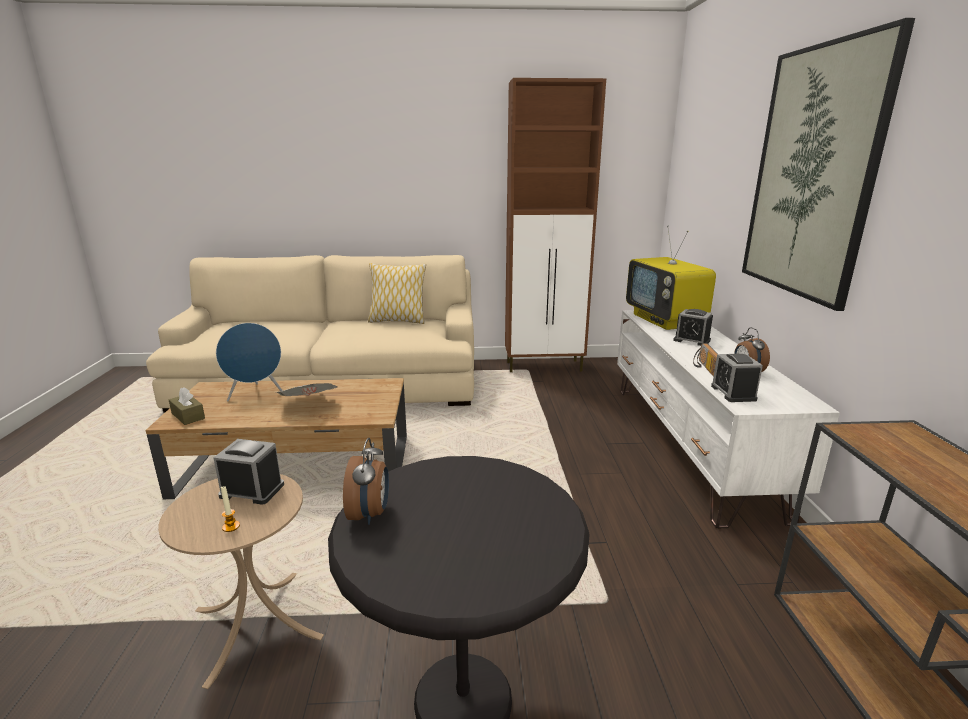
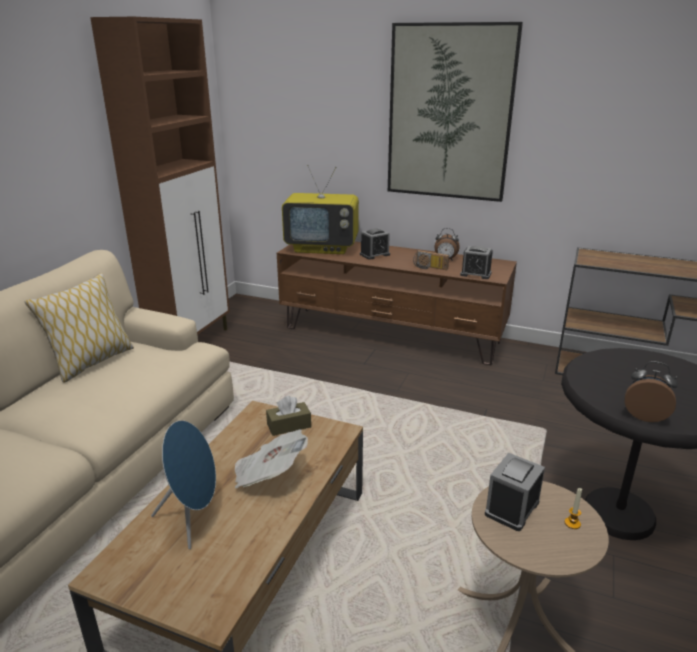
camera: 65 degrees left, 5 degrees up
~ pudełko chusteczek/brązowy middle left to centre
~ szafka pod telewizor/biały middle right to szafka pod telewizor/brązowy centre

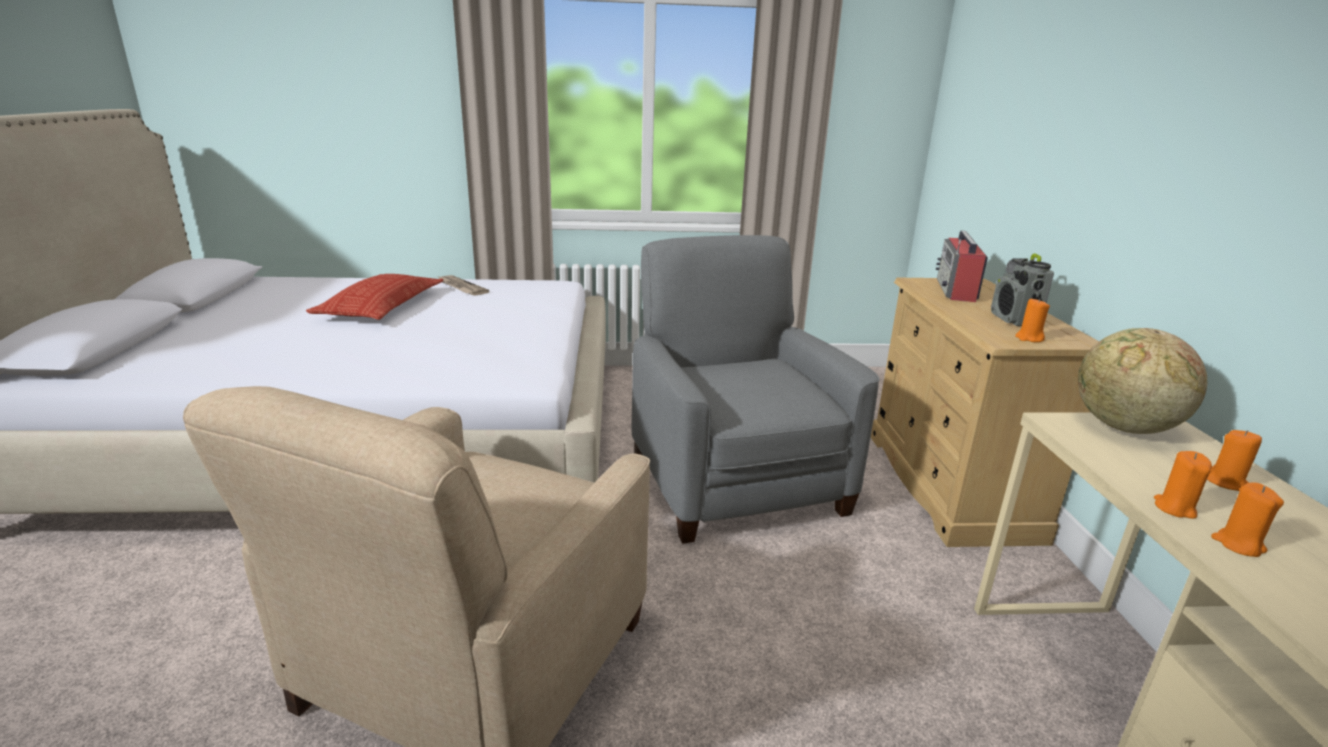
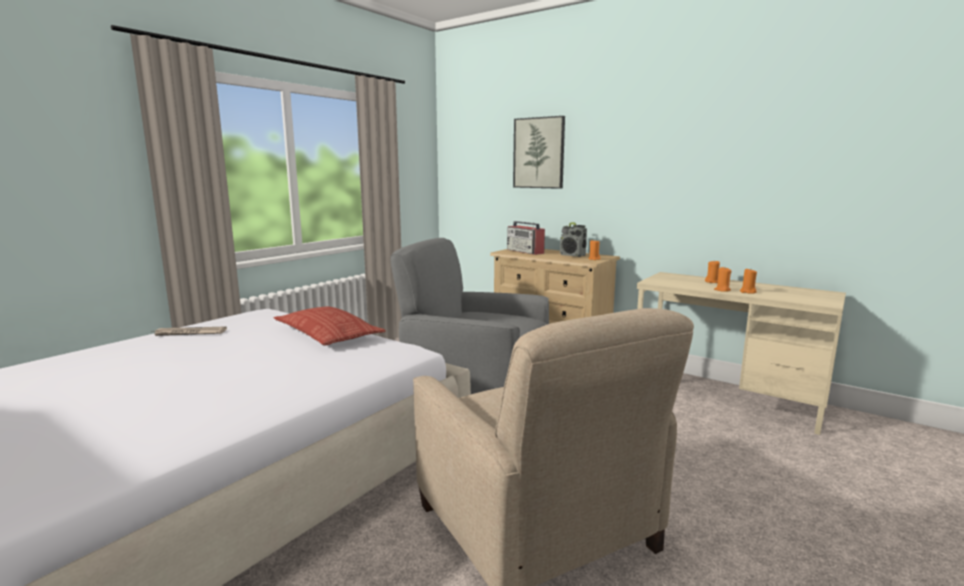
camera: 50 degrees left, 10 degrees down
~ poduszka middle left to centre
- globus middle right
+ obraz top centre

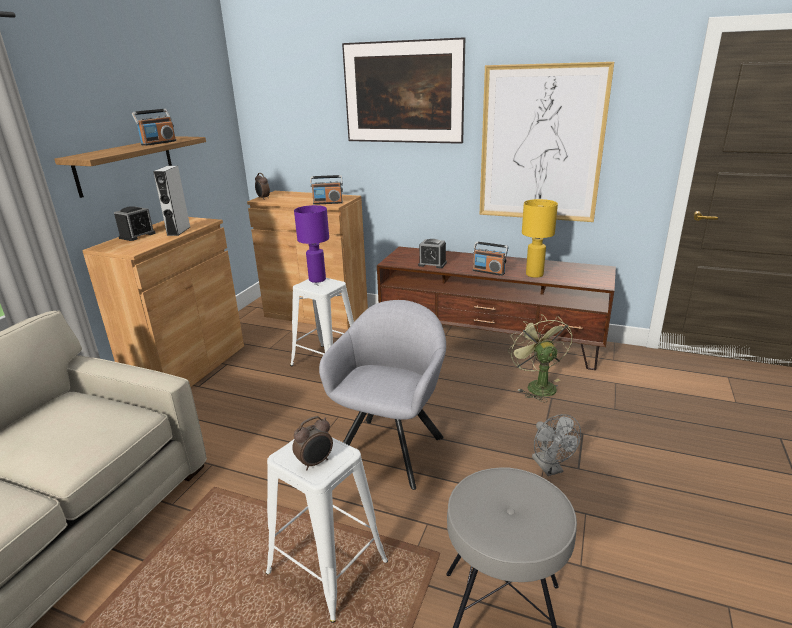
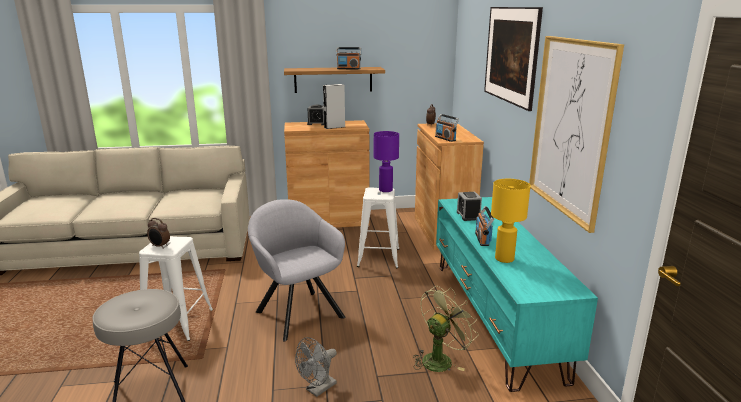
camera: 60 degrees right, 5 degrees down
~ fotel/szary centre = bottom centre 120 degrees counterclockwise
~ szafka pod telewizor/brązowy centre to szafka pod telewizor/turkusowy bottom right

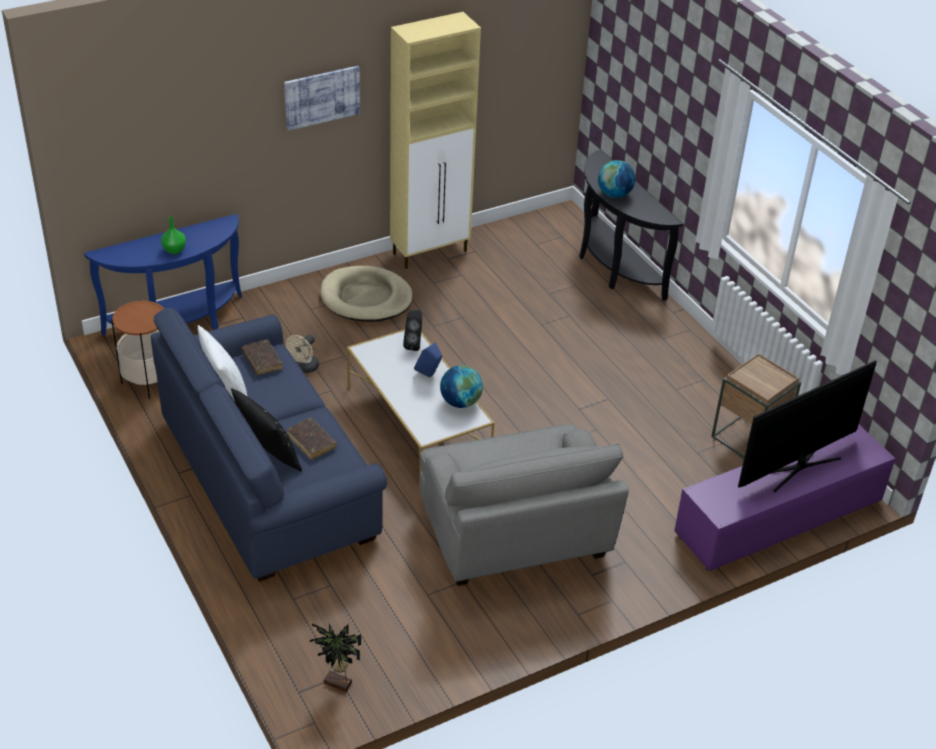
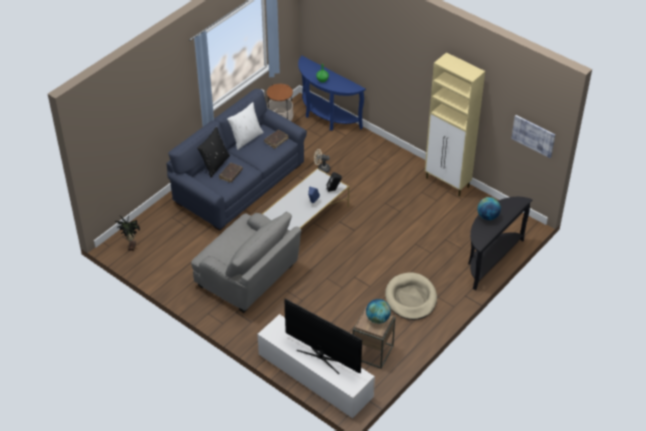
camera: 70 degrees right, 5 degrees up
~ obraz top centre to top right
~ legowisko/beżowy centre to bottom centre
~ fotel/szary bottom centre = centre 105 degrees counterclockwise
~ globus (1st from left) centre to bottom centre
~ szafka pod telewizor/fioletowy middle right to szafka pod telewizor/biały bottom centre

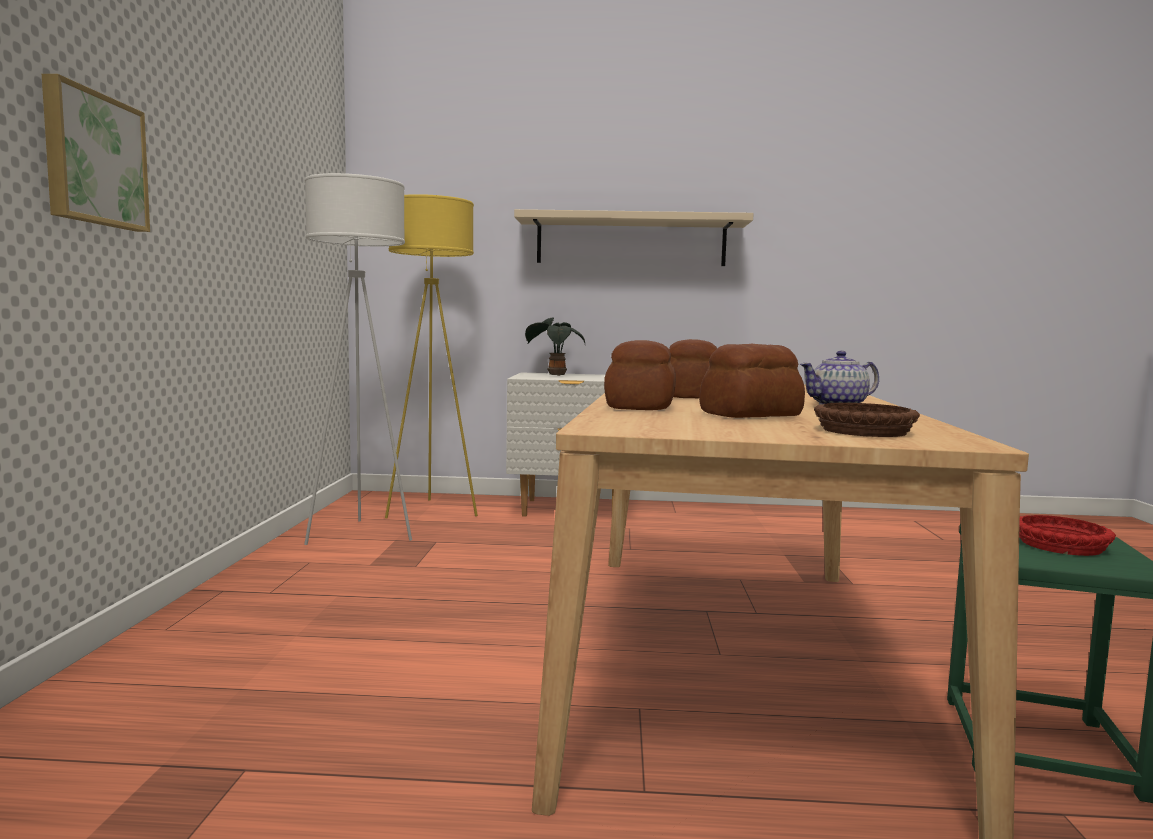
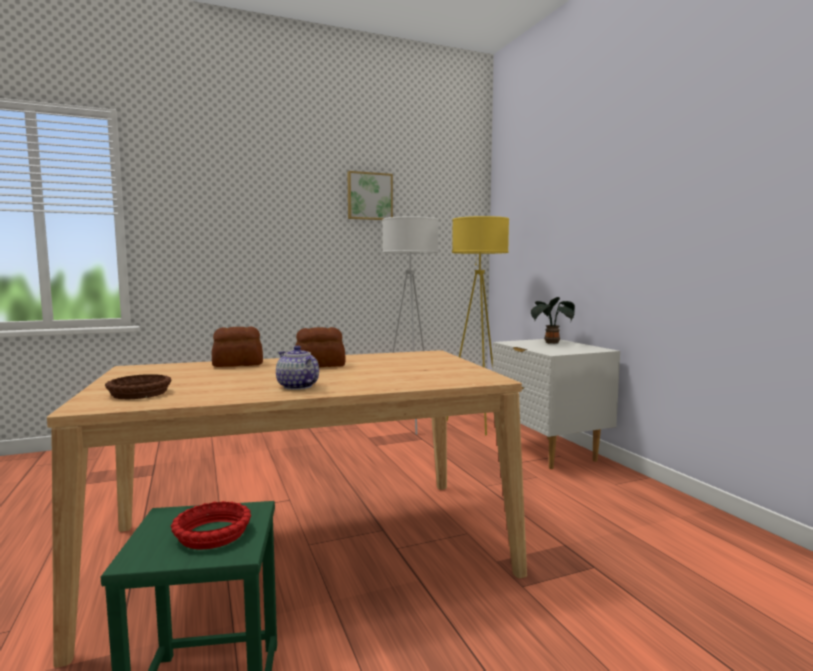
camera: 65 degrees right, 0 degrees up
~ obraz top left to top centre
- półka/beżowy top centre
- chleb (3rd from left) centre

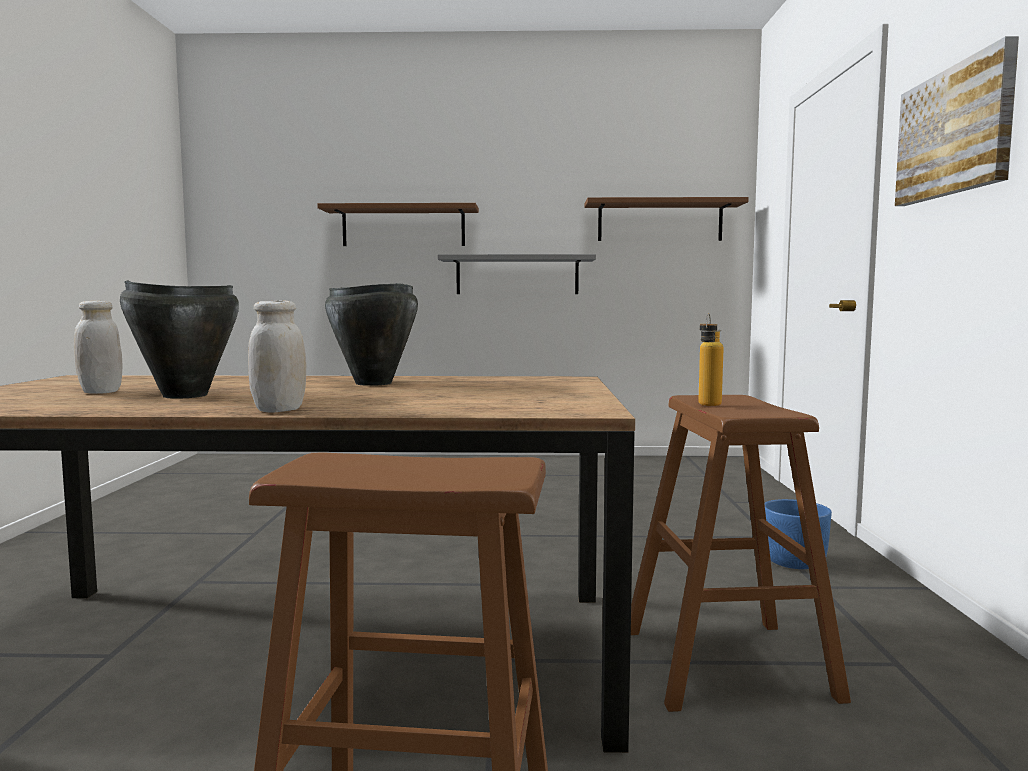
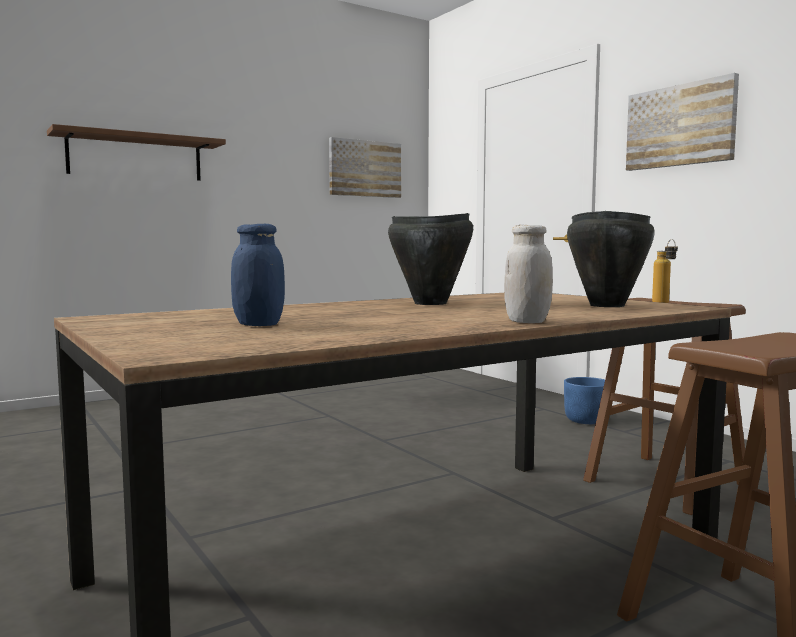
camera: 35 degrees left, 0 degrees up
~ słoik/biały (1st from left) middle left to słoik/niebieski middle left
~ garnek/czarny (1st from left in the first image) middle left to garnek/czarny (2nd from left) middle right
- półka/szary centre
~ półka/brązowy (2nd from left) top centre to obraz (1st from left) top centre

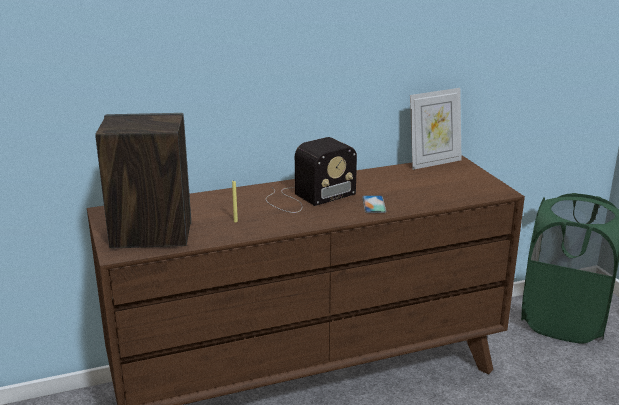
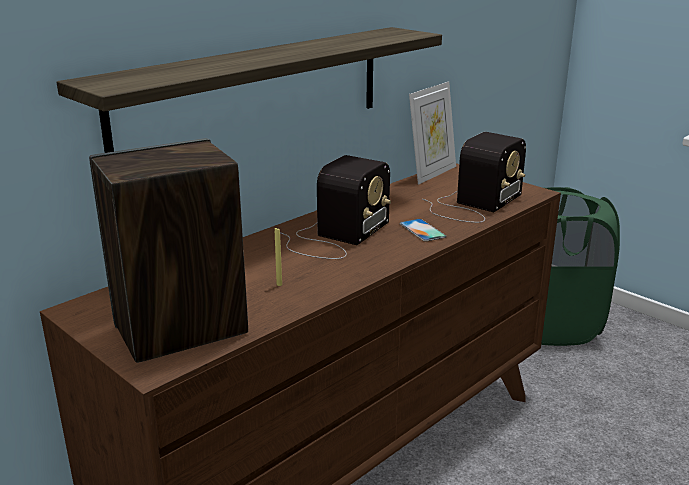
camera: 25 degrees left, 0 degrees up
+ półka top centre
+ radio (2nd from left) middle right

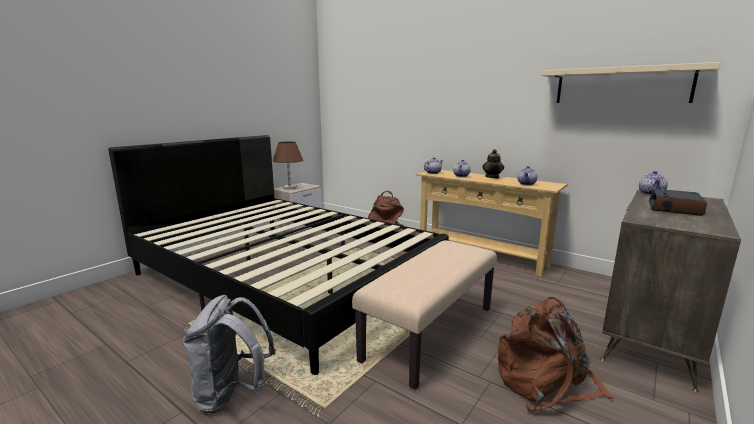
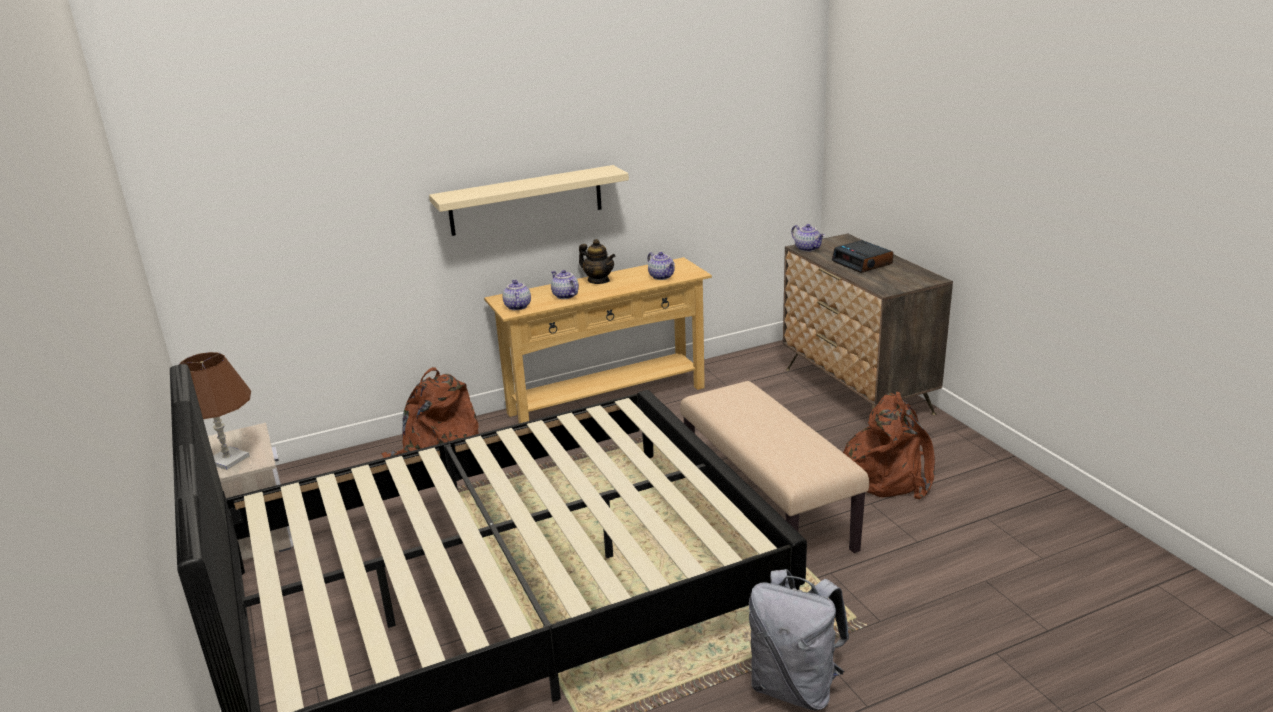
camera: 60 degrees left, 10 degrees up
~ półka/beżowy top right to top centre

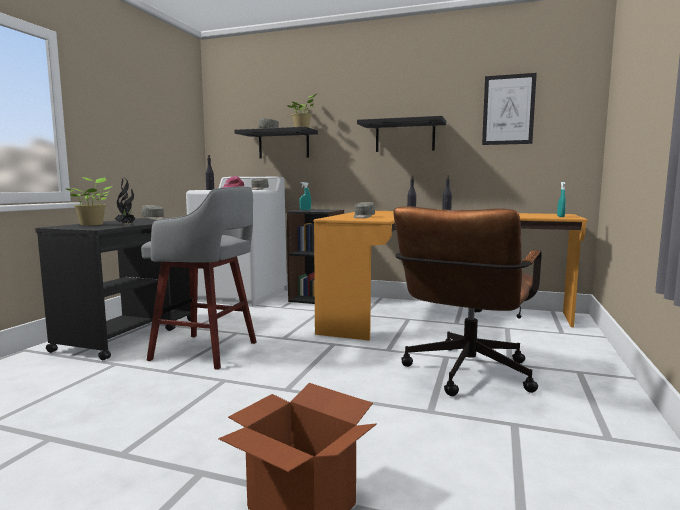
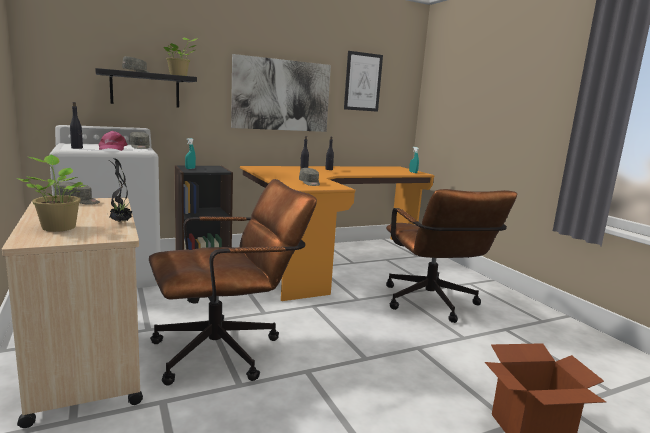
camera: 45 degrees left, 5 degrees up
~ wózek/czarny middle left to wózek/beżowy bottom left
~ stołek/szary middle left to krzesło biurowe/brązowy (1st from left) centre
~ półka/czarny (2nd from left) top centre to obraz (1st from left) top centre

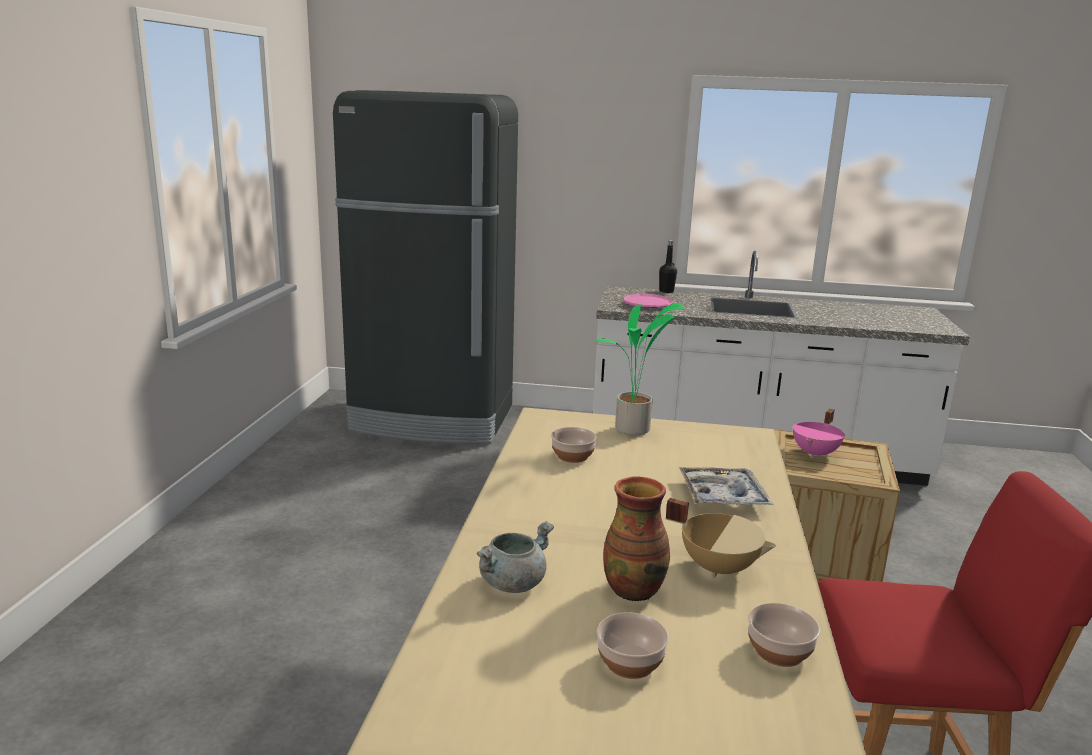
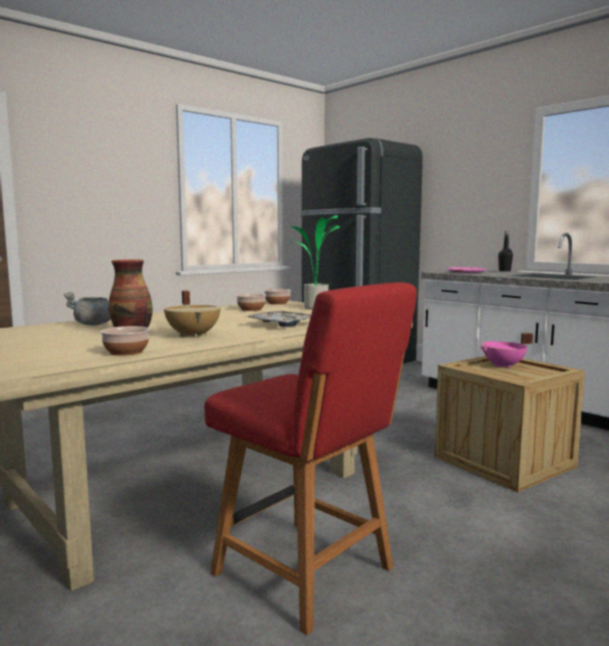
camera: 40 degrees right, 10 degrees down
~ miska (2nd from left in the first image) bottom centre to miska (3rd from left) centre

